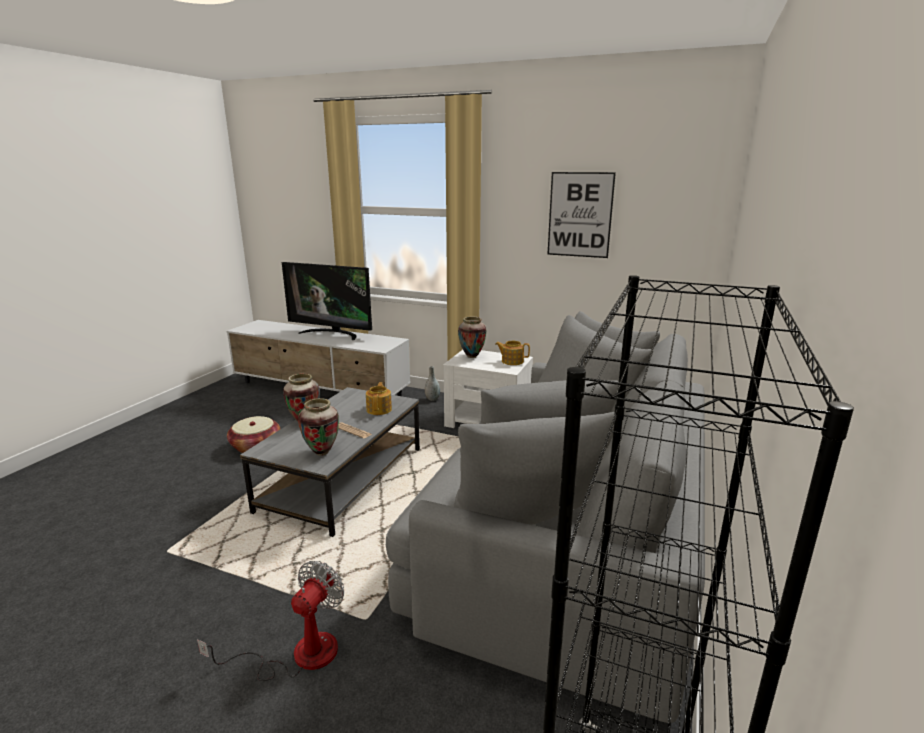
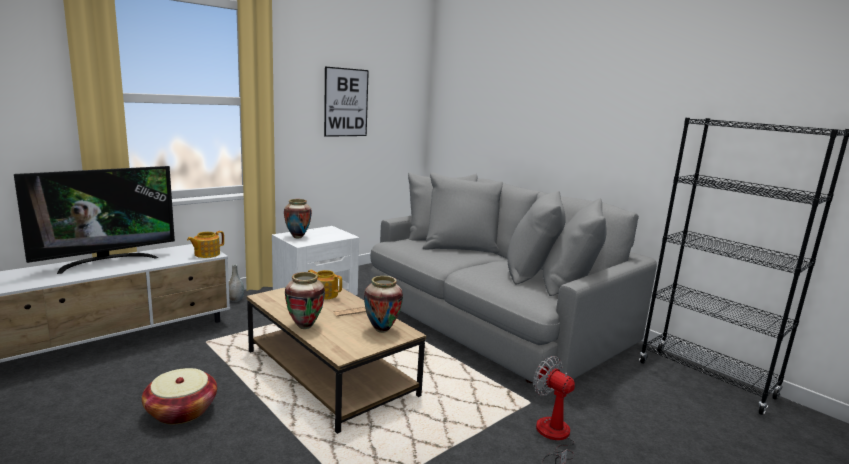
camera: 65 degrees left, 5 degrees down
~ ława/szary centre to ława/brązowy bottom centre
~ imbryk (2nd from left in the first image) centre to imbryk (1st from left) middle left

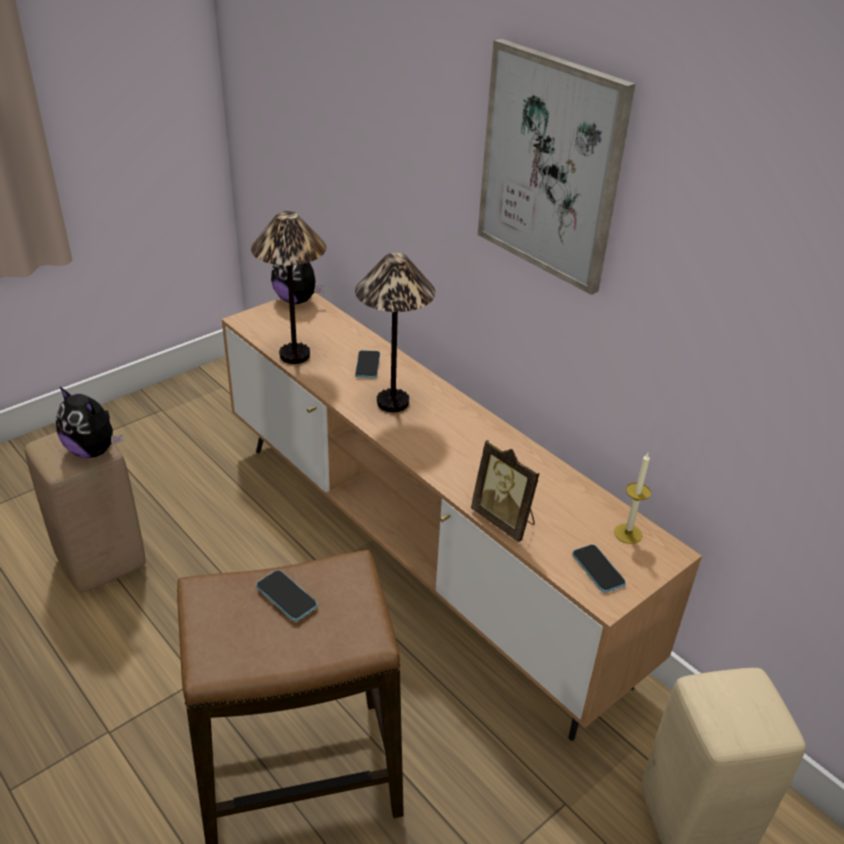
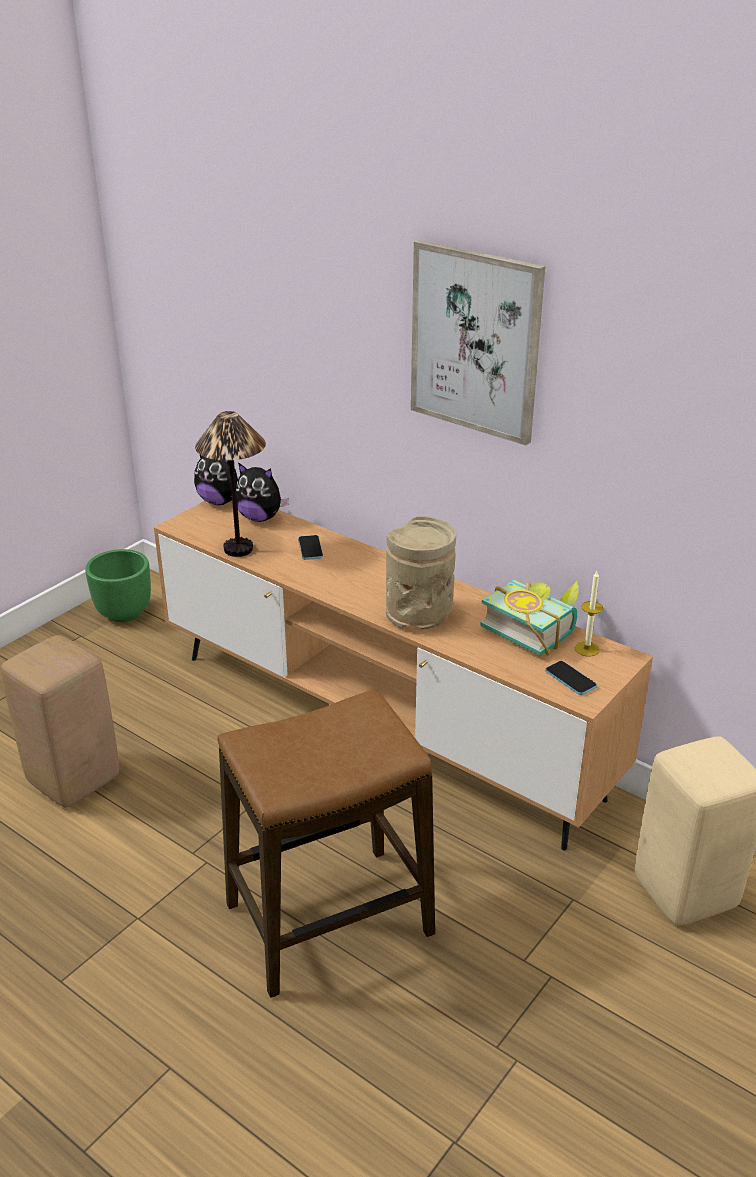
camera: 10 degrees left, 5 degrees down
~ pluszak (1st from left in the first image) middle left to pluszak (2nd from left) centre
- telefon (1st from left) bottom centre
- lampa stołowa (2nd from left) centre
- ramka na zdjęcie centre
+ donica/zielony middle left
+ wazon/beżowy centre
+ książka middle right

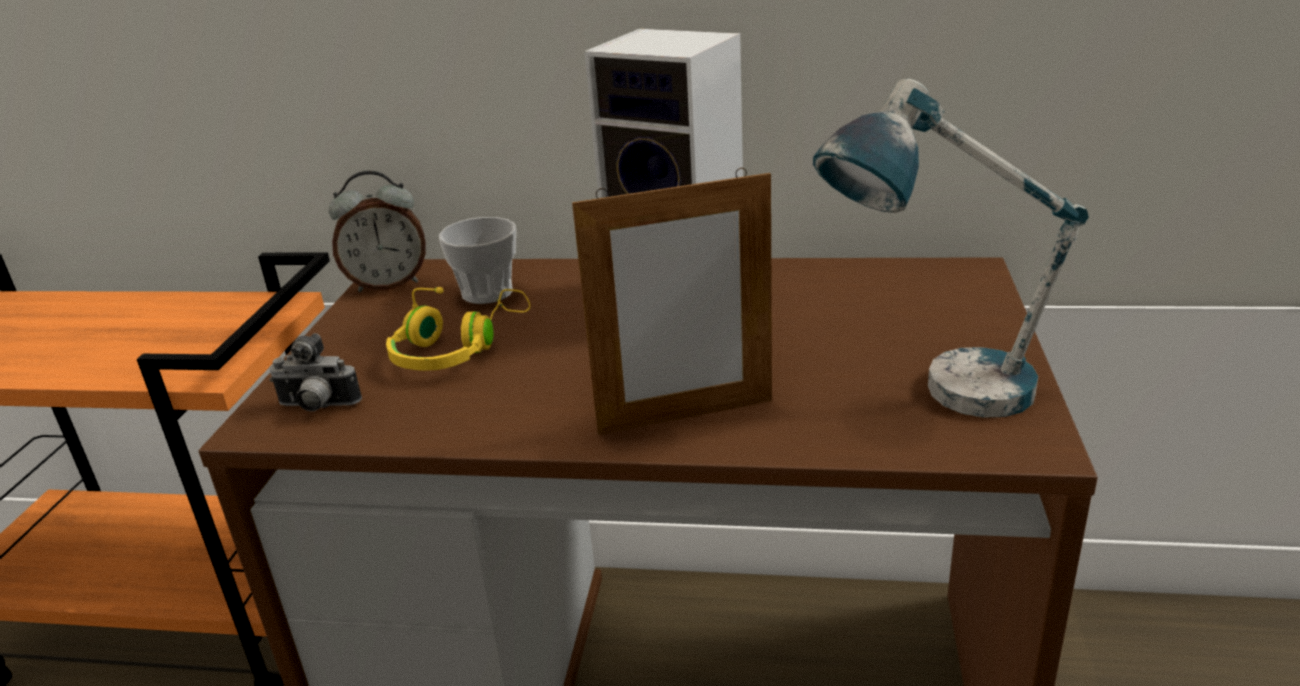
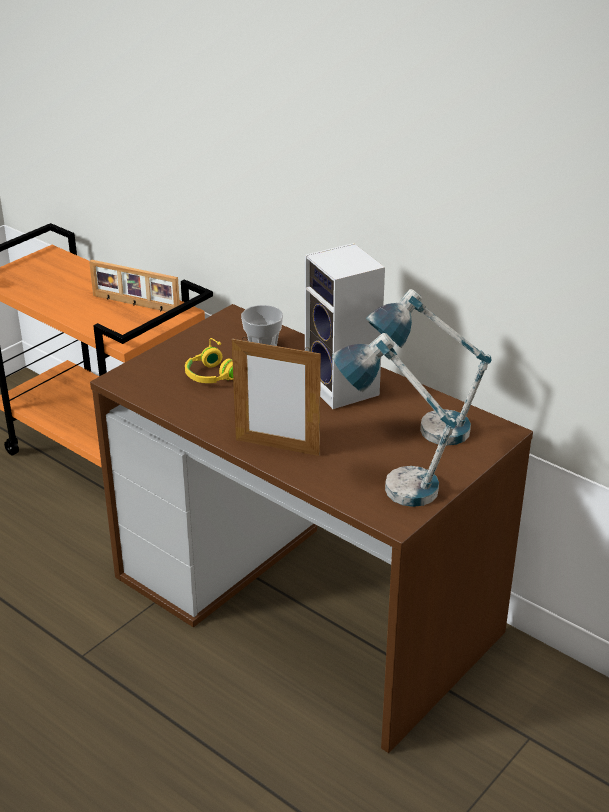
camera: 30 degrees right, 5 degrees up
- aparat fotograficzny middle left
- budzik middle left
+ ramka na zdjęcie (1st from left) middle left
+ lampa stołowa (2nd from left) middle right

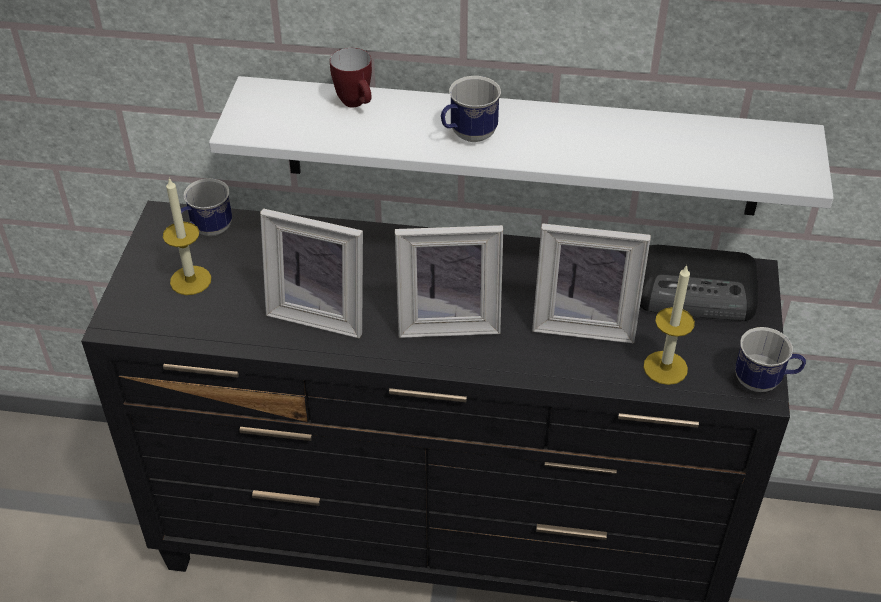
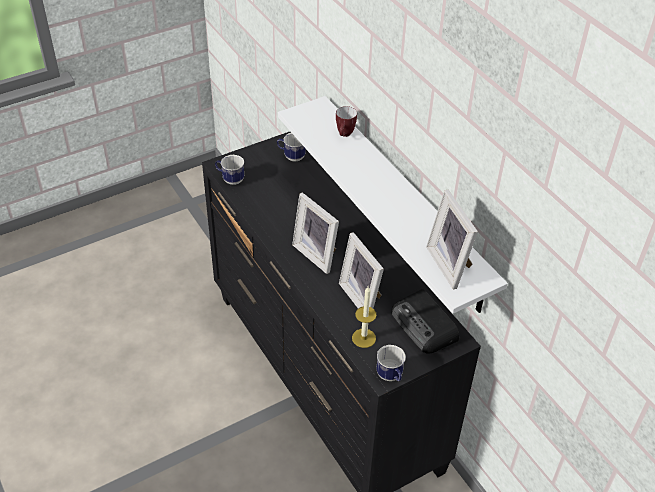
camera: 50 degrees right, 0 degrees up
- świeca (1st from left) middle left
~ ramka na zdjęcie (1st from left in the first image) centre to ramka na zdjęcie (3rd from left) middle right
~ kubek (3rd from left in the first image) top centre to kubek (1st from left) centre

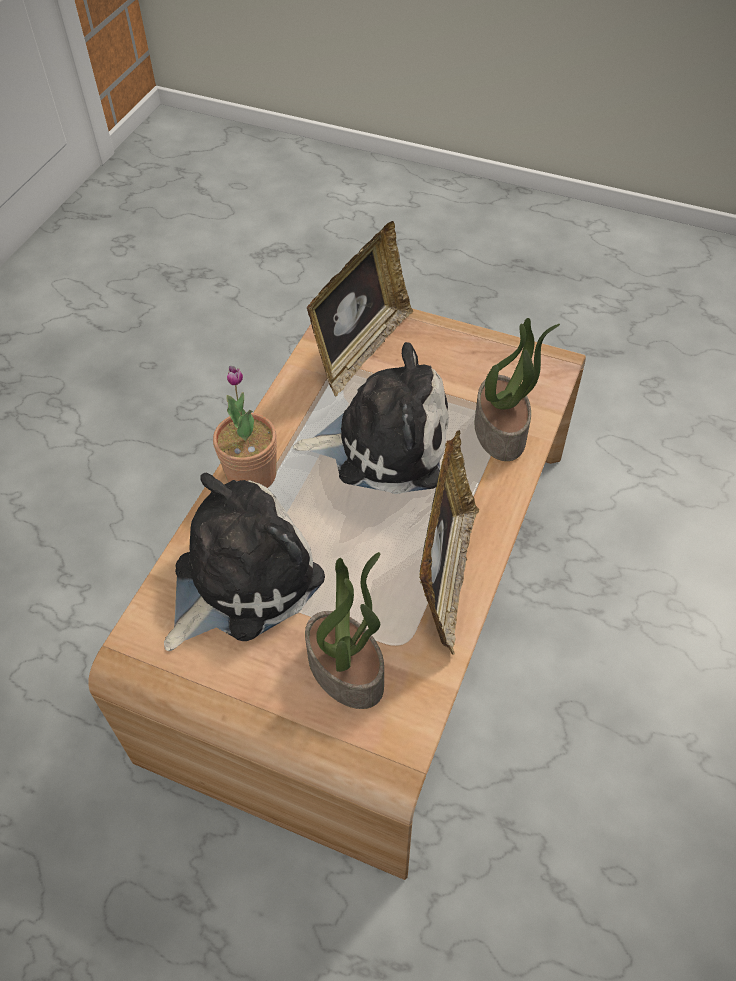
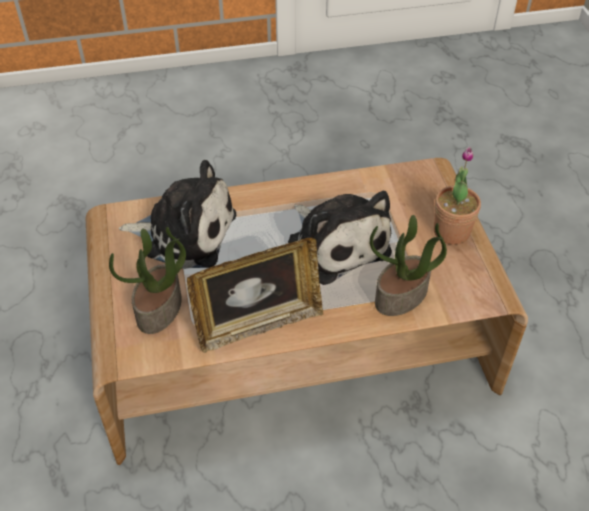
camera: 55 degrees right, 5 degrees down
~ roślina doniczkowa (1st from left in the first image) middle left to roślina doniczkowa (3rd from left) middle right
- ramka na zdjęcie (1st from left) top centre

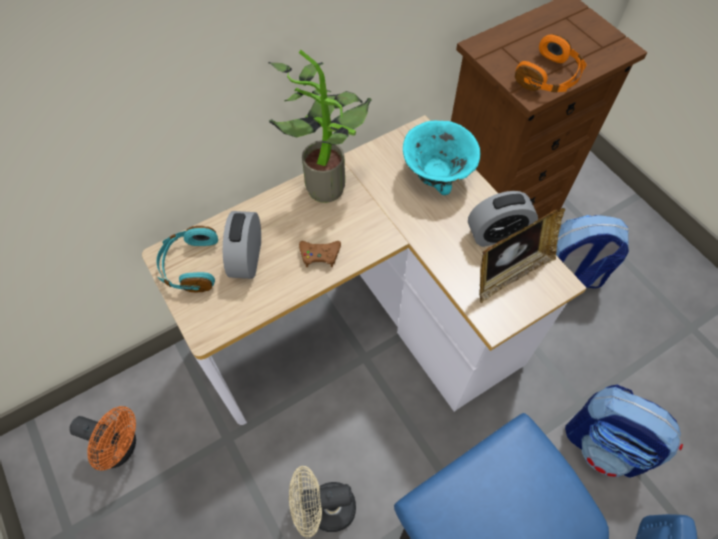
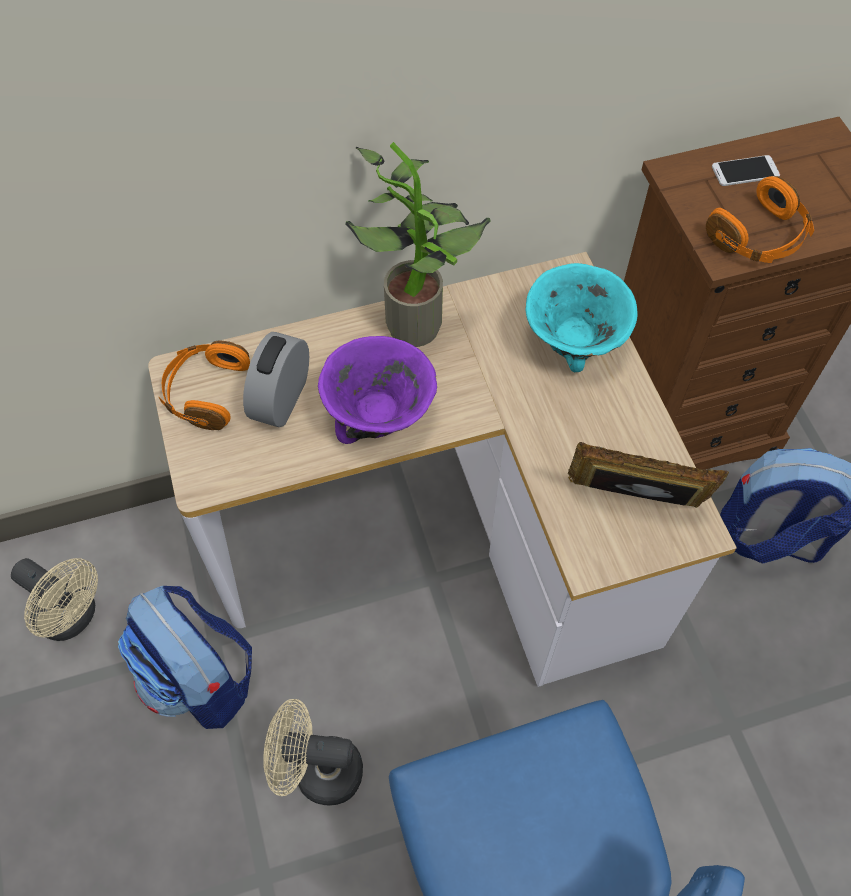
camera: 15 degrees right, 0 degrees up
~ wentylator/pomarańczowy bottom left to wentylator/beżowy (1st from left) bottom left
~ słuchawki/turkusowy middle left to słuchawki/pomarańczowy (1st from left) middle left
~ pad do gier/brązowy centre to miska/fioletowy centre
- budzik (2nd from left) middle right
~ ramka na zdjęcie middle right = middle right 150 degrees counterclockwise
~ plecak (2nd from left in the first image) bottom right to plecak (1st from left) bottom left
+ telefon top right

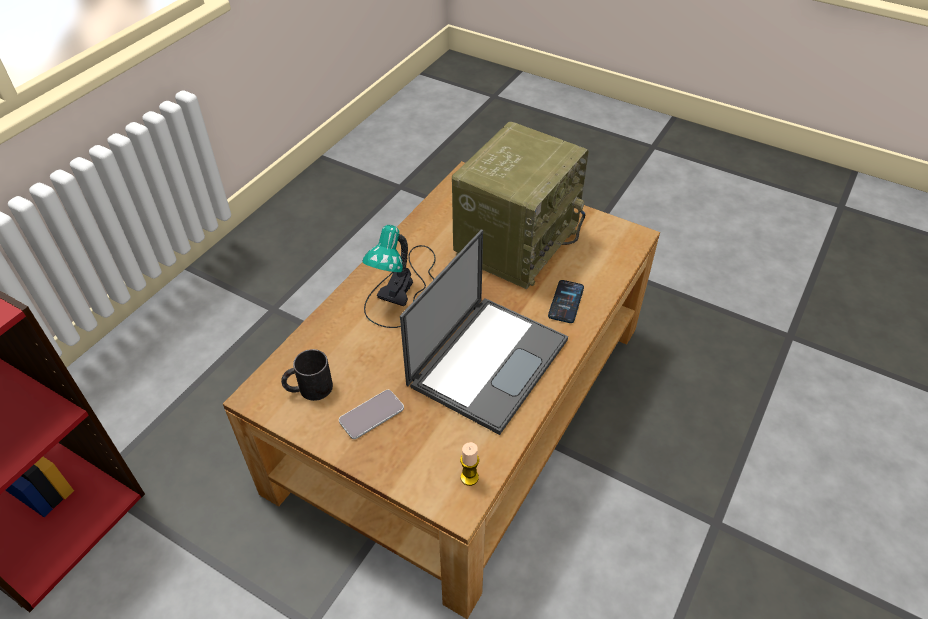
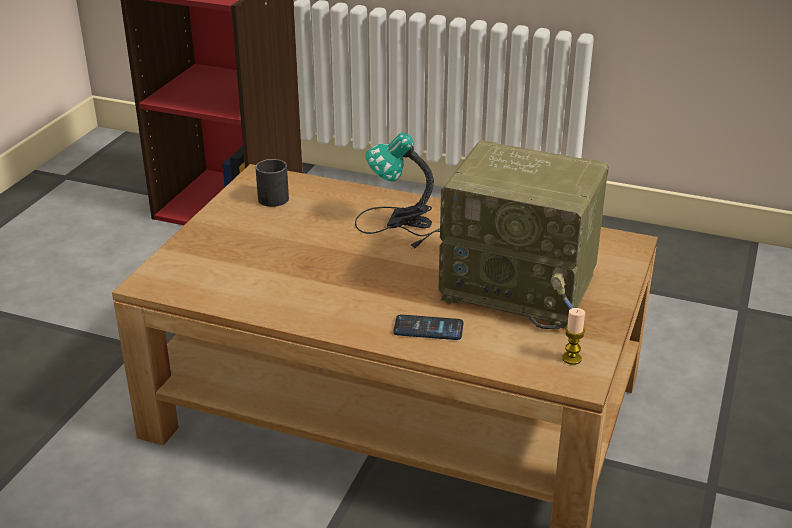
camera: 80 degrees right, 15 degrees down
- telefon (1st from left) bottom centre
- laptop centre
~ świeca bottom centre to middle right

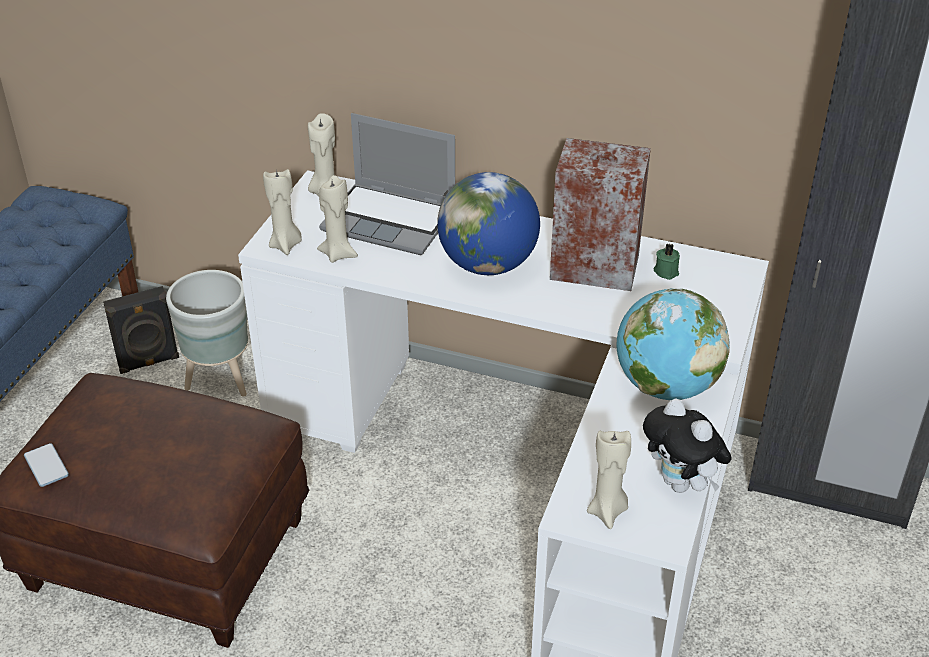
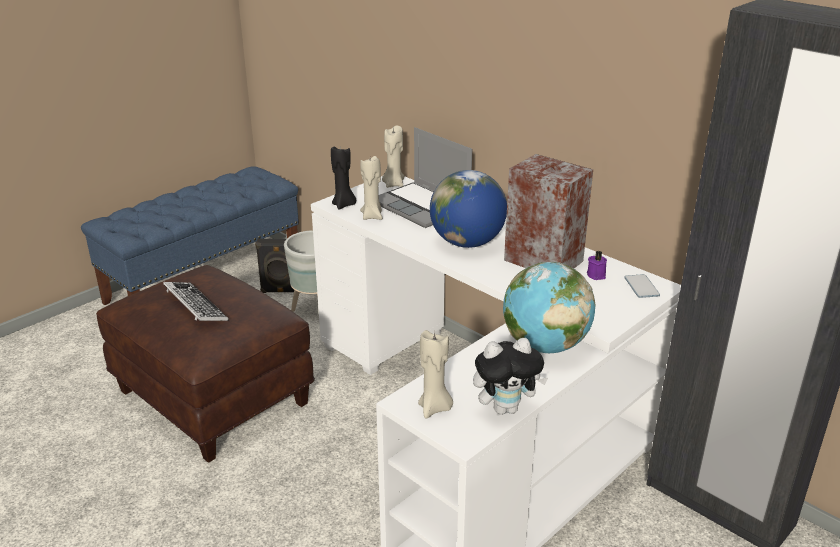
camera: 25 degrees right, 10 degrees down
~ telefon bottom left to middle right
~ świeca/beżowy (1st from left) top left to świeca/czarny top centre
~ pluszak bottom right = bottom centre 90 degrees counterclockwise
~ świeca/zielony middle right to świeca/fioletowy middle right
+ klawiatura middle left

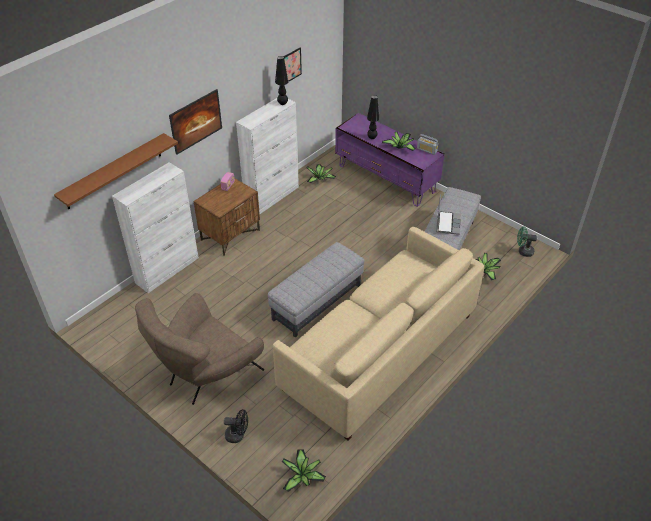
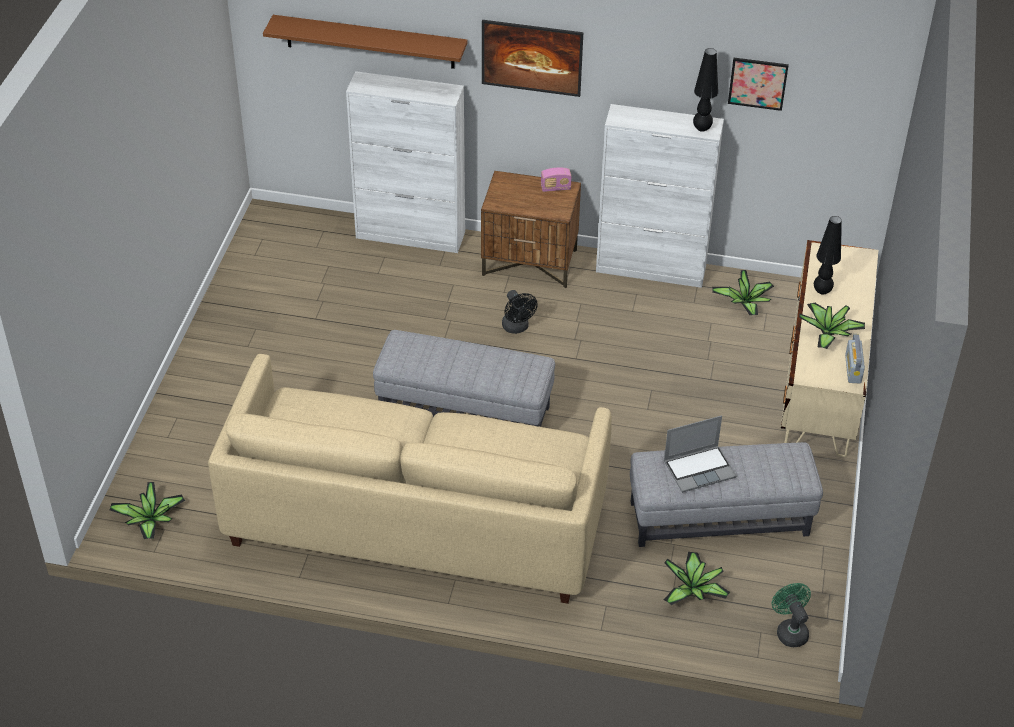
camera: 60 degrees right, 0 degrees up
- fotel/brązowy bottom left
~ wentylator/czarny bottom centre to centre
~ szafka pod telewizor/fioletowy top centre to szafka pod telewizor/beżowy middle right

